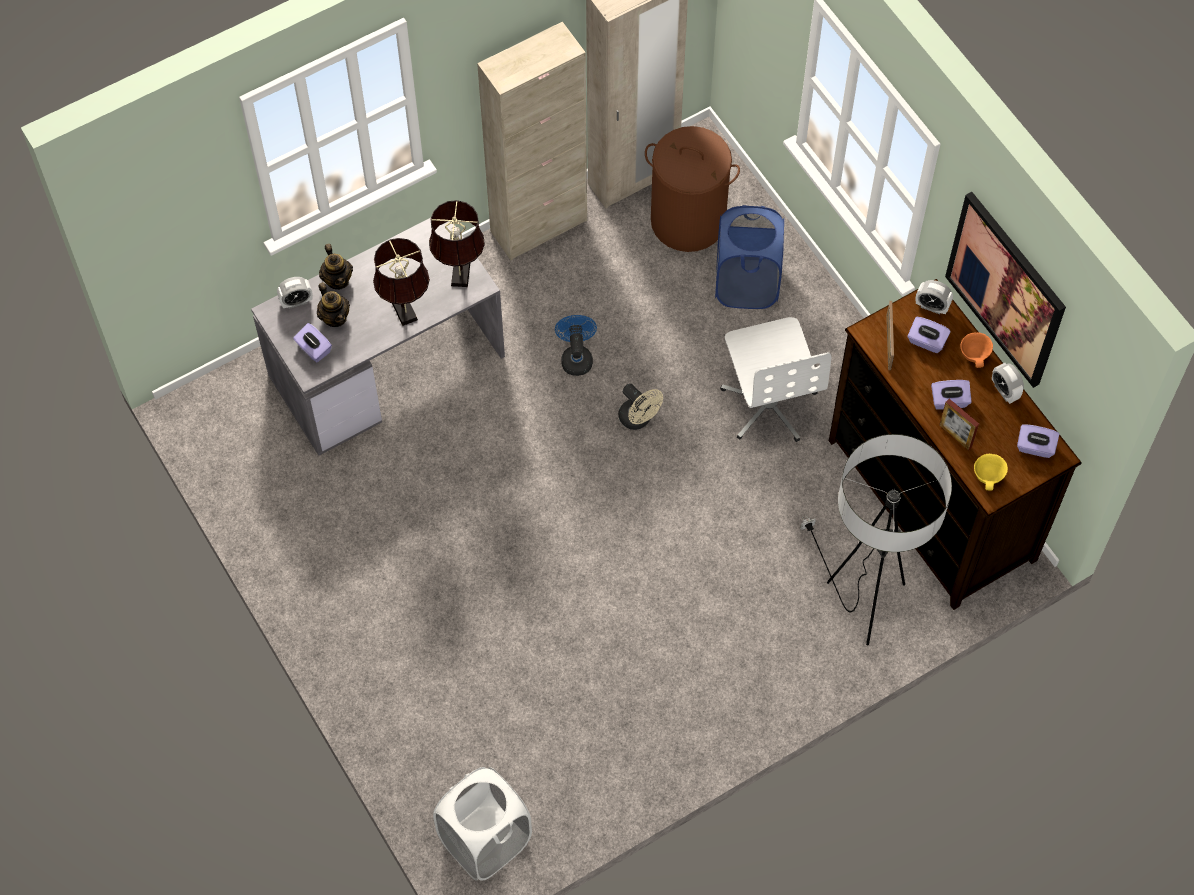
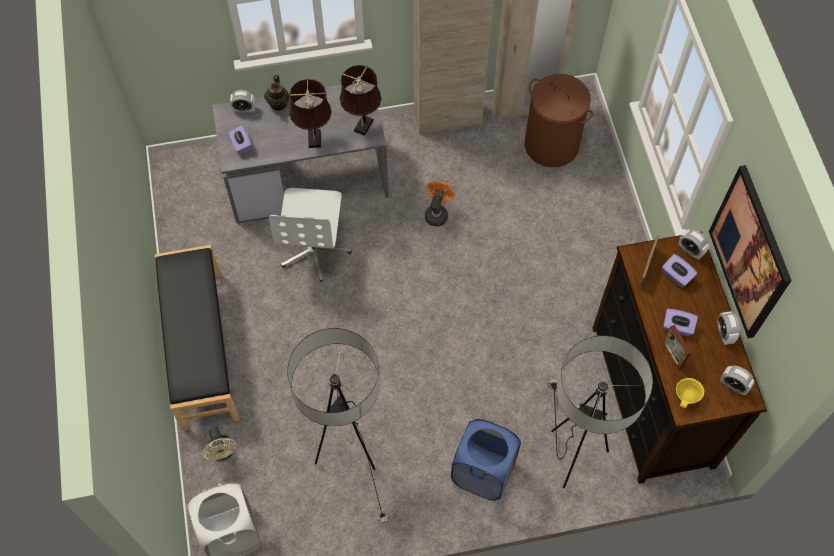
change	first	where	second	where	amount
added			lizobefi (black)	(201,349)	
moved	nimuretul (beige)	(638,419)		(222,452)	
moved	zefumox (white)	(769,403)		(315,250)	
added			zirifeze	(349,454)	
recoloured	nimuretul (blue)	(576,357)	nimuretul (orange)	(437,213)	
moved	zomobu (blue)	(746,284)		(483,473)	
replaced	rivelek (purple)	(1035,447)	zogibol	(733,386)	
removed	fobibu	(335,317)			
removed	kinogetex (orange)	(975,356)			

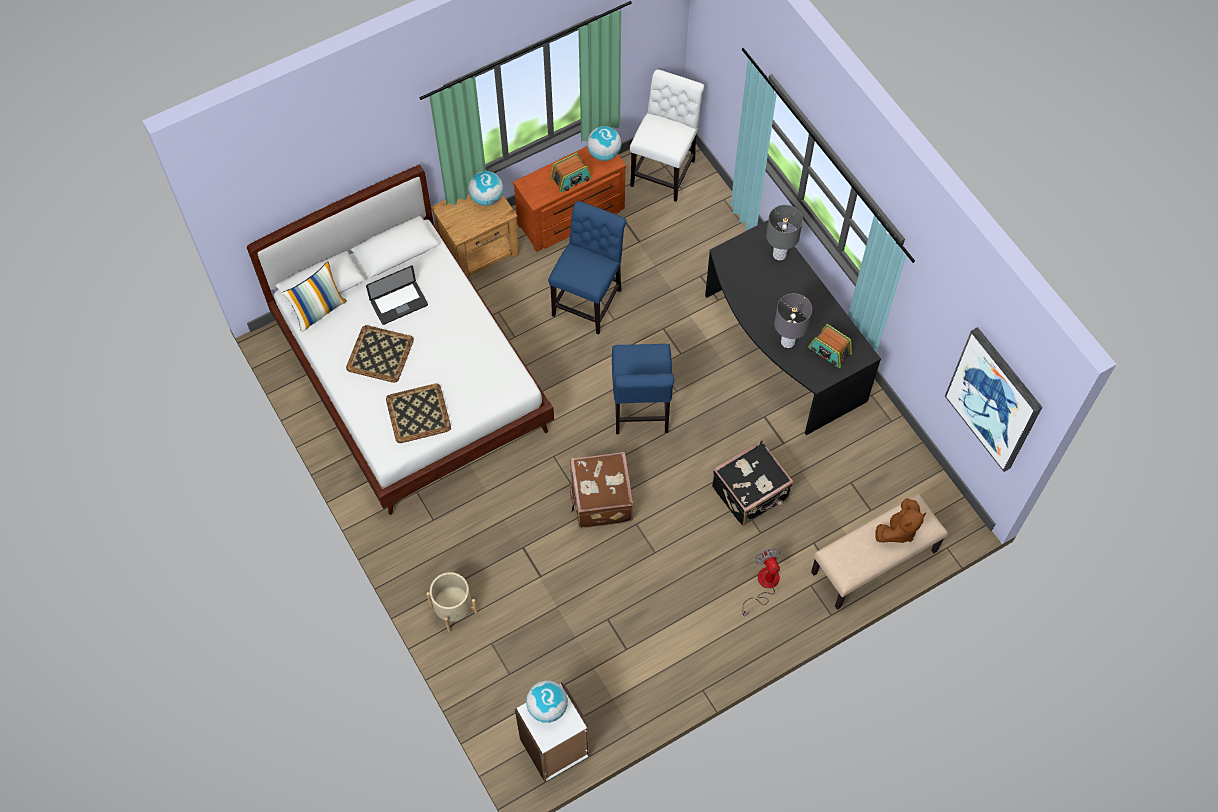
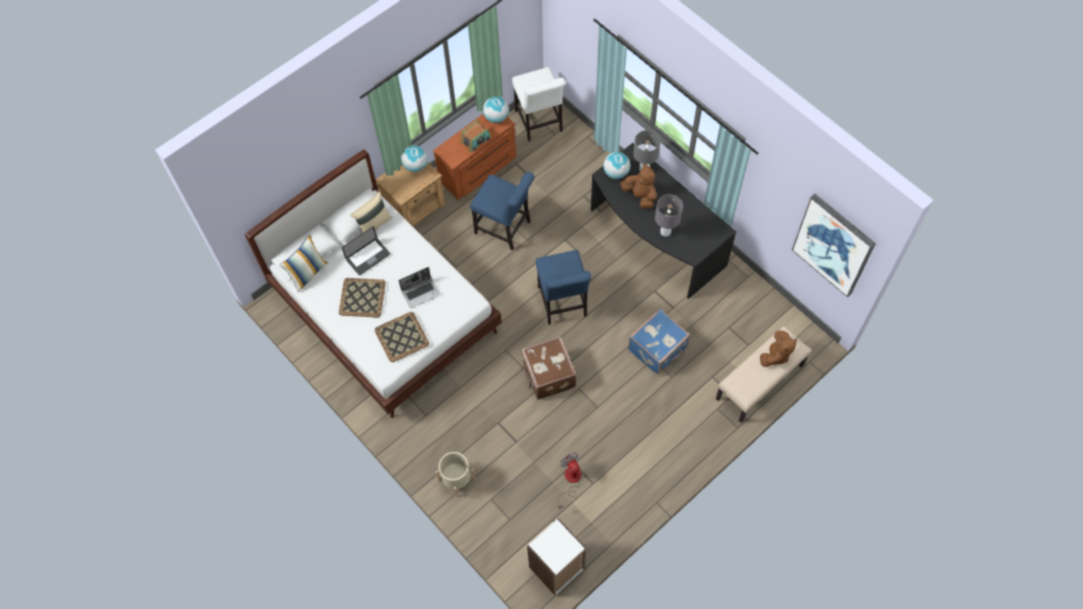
change	first	where	second	where	amount
added			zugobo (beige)	(374,225)	
added			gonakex	(421,292)	
turned	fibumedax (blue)	(589,300)		(505,229)	105 degrees clockwise
turned	fibumedax (white)	(665,170)		(539,123)	150 degrees clockwise
moved	nimuretul	(764,585)		(570,480)	
moved	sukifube	(547,707)		(616,173)	
added			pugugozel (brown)	(640,196)	
recoloured	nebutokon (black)	(751,493)	nebutokon (blue)	(658,349)	
removed	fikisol	(829,351)			

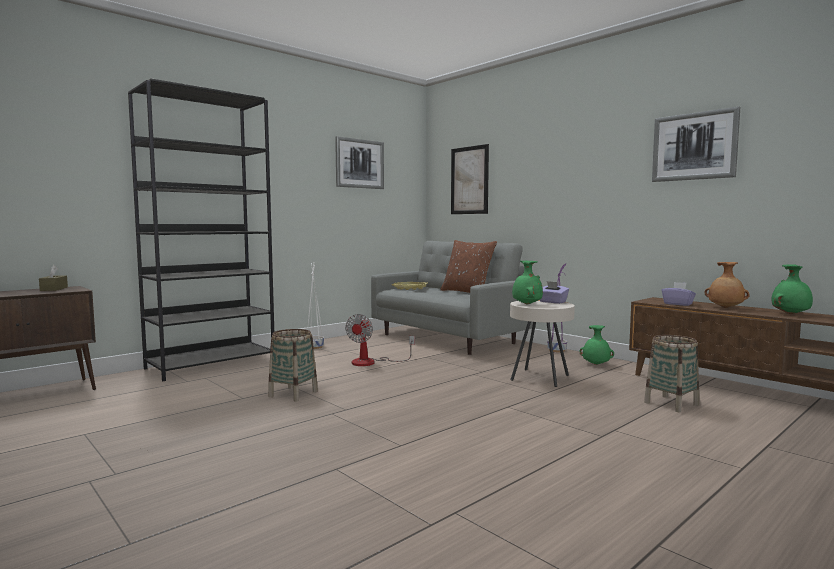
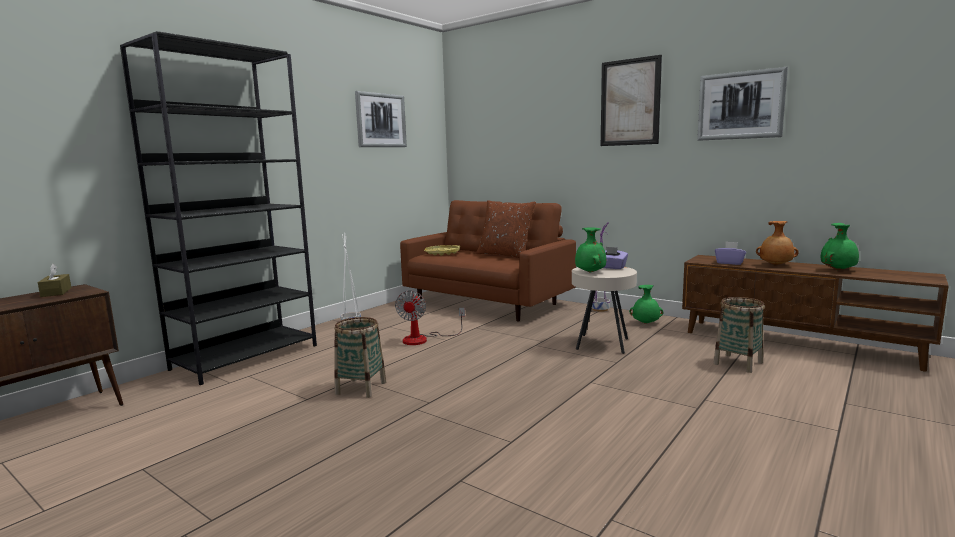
change	first	where	second	where	amount
recoloured	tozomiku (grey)	(449,339)	tozomiku (brown)	(487,303)	
moved	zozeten	(469,180)		(630,102)	

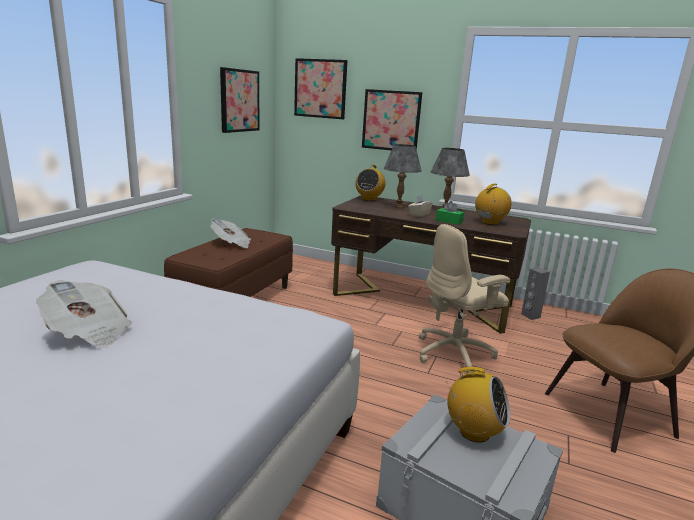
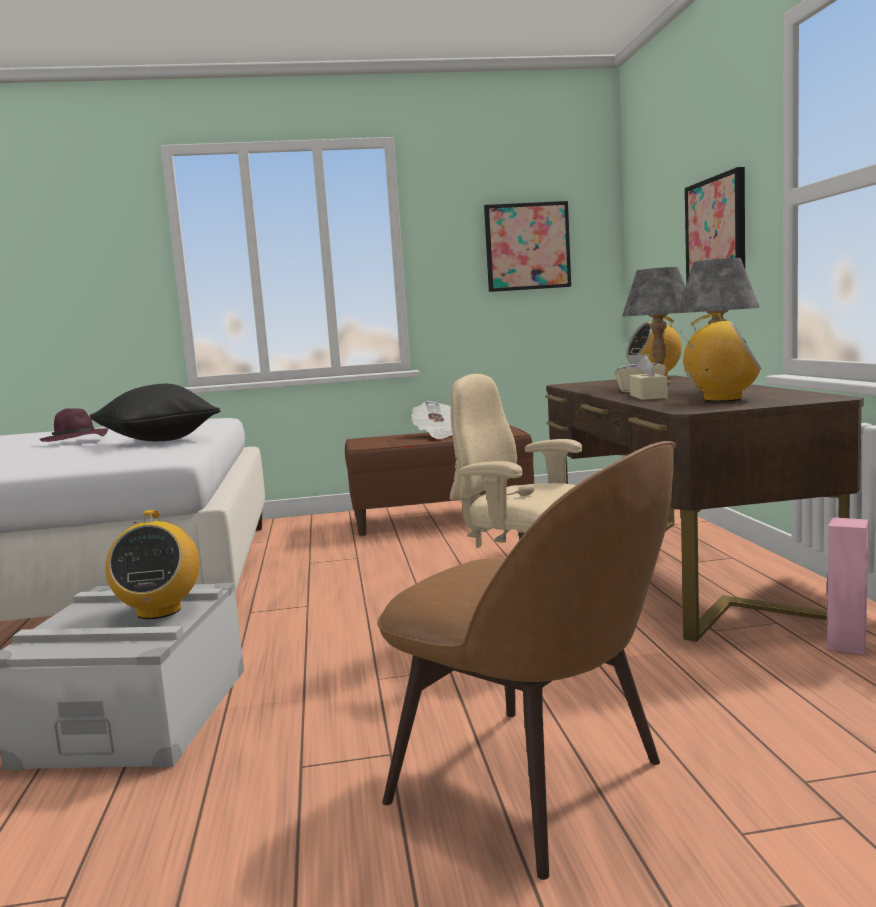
change	first	where	second	where	amount
replaced	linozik	(88,332)	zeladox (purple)	(75,440)	
added			zugobo (black)	(157,441)	
recoloured	rivelek (green)	(449,221)	rivelek (beige)	(648,396)	
recoloured	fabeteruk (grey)	(530,316)	fabeteruk (pink)	(846,645)	
removed	zozeten	(320,88)			

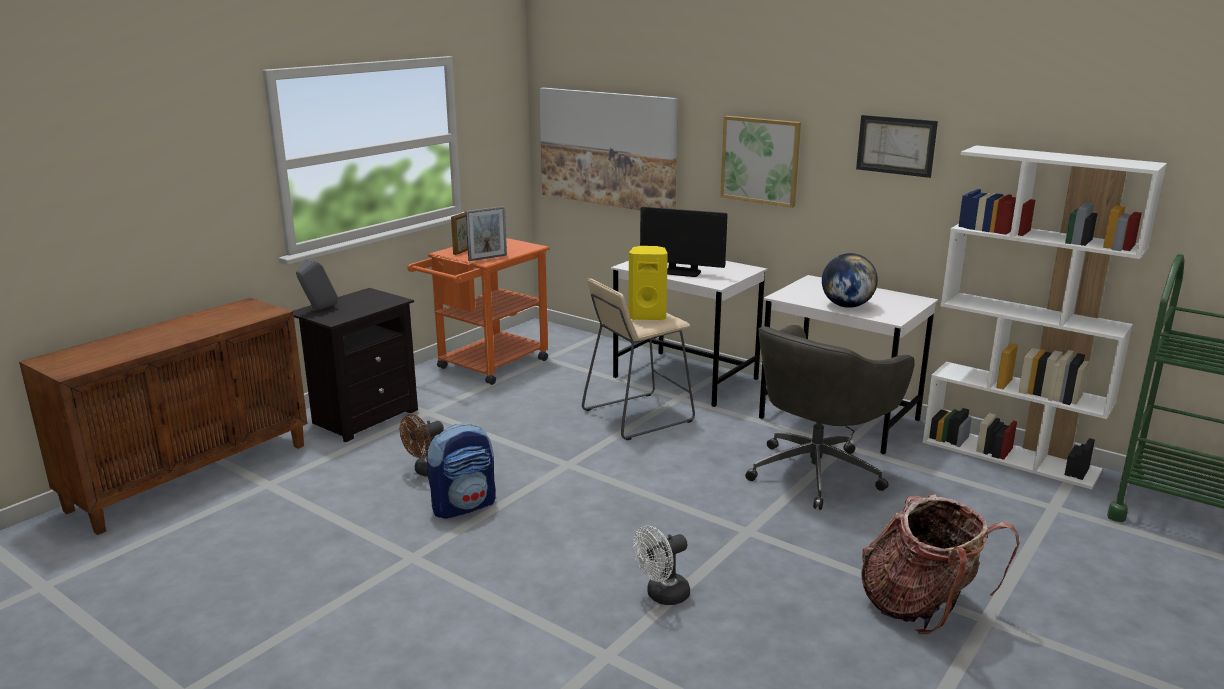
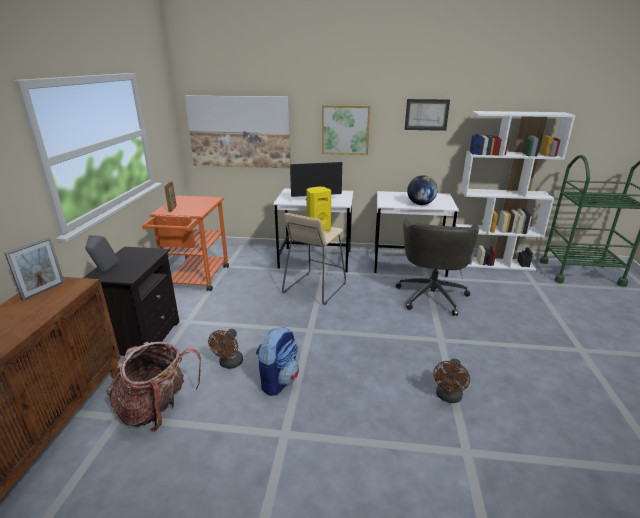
change	first	where	second	where	amount
moved	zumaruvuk	(487,258)		(44,291)	
moved	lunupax	(922,607)		(157,409)	
recoloured	nimuretul (white)	(662,596)	nimuretul (brown)	(448,397)	

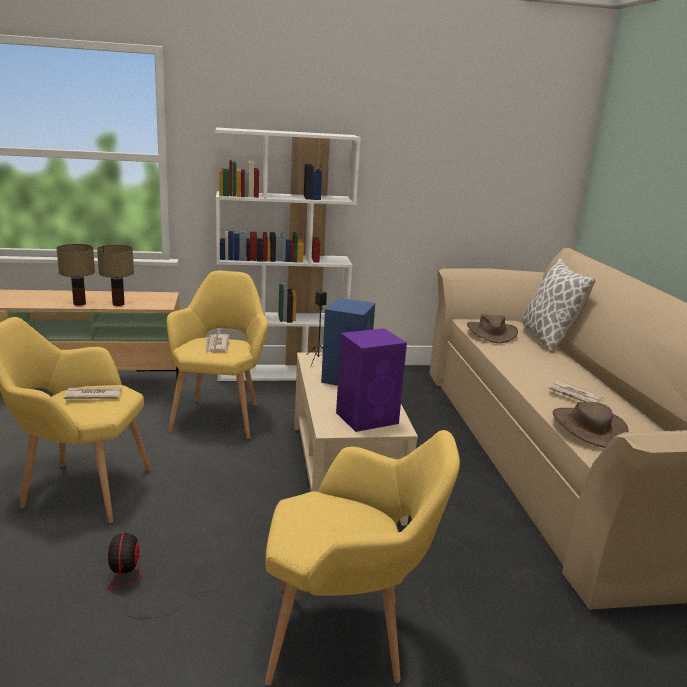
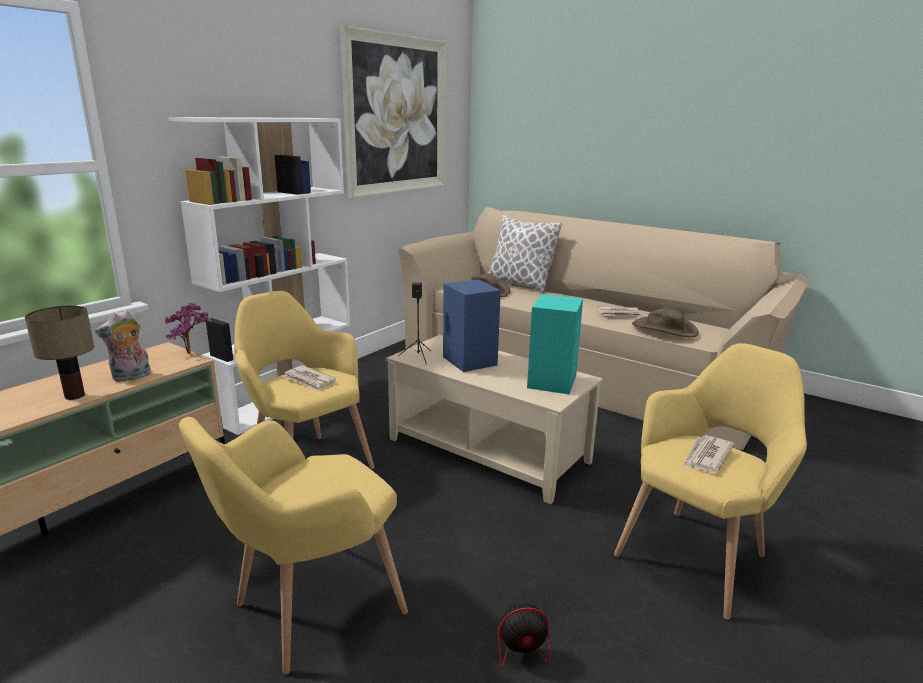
change	first	where	second	where	amount
replaced	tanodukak	(119,304)	pugugozel	(131,377)	
added			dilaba	(192,354)	
added			zozeten	(397,116)	
turned	nimuretul	(139,586)		(534,638)	45 degrees counterclockwise
recoloured	fabeteruk (purple)	(368,418)	fabeteruk (turquoise)	(552,381)	
moved	linozik	(93,395)		(706,457)	

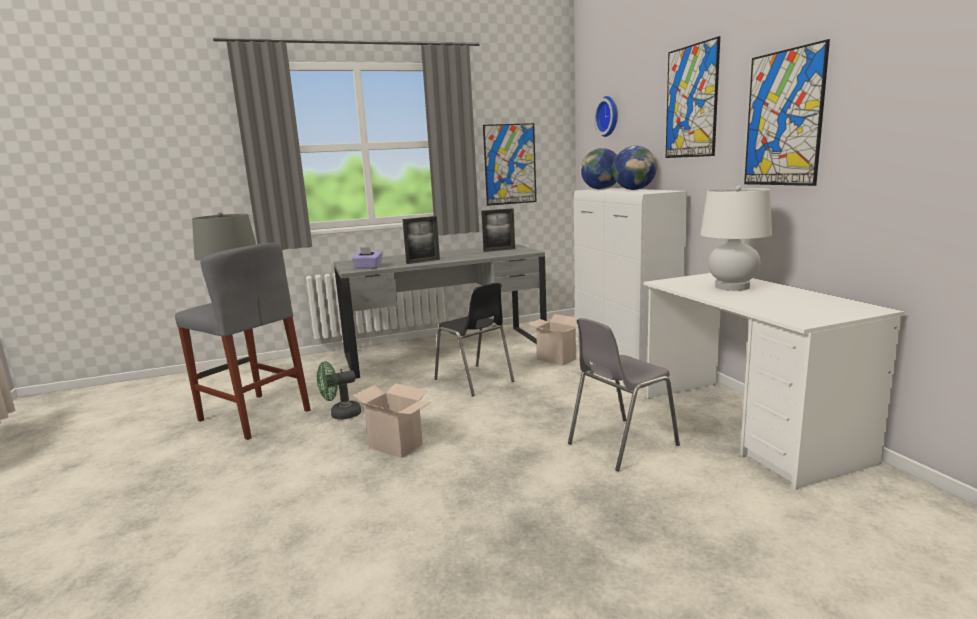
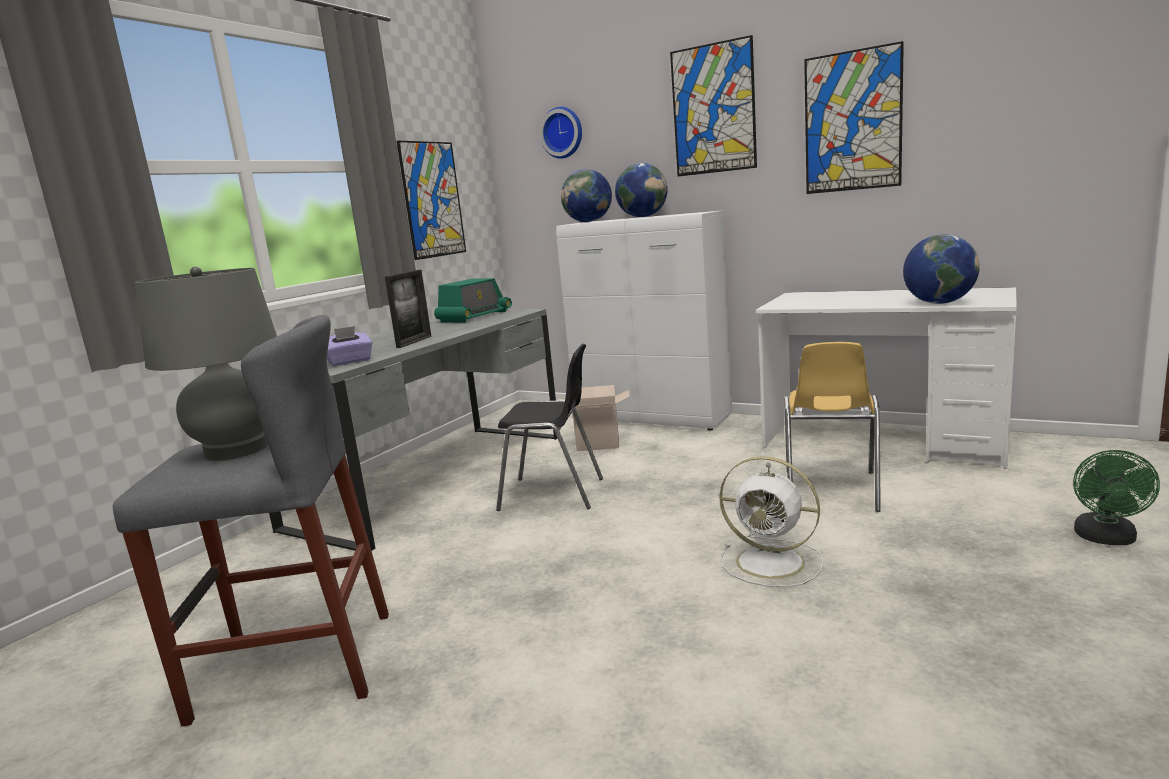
change	first	where	second	where	amount
replaced	zumaruvuk	(499,250)	fikisol	(474,317)	
added			nimuretul (white)	(773,562)	
recoloured	fibumedax (grey)	(620,444)	fibumedax (yellow)	(830,491)	
added			sukifube	(939,303)	
moved	nimuretul (green)	(340,415)		(1106,539)	
removed	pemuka	(398,445)			
removed	tanodukak (white)	(732,287)			

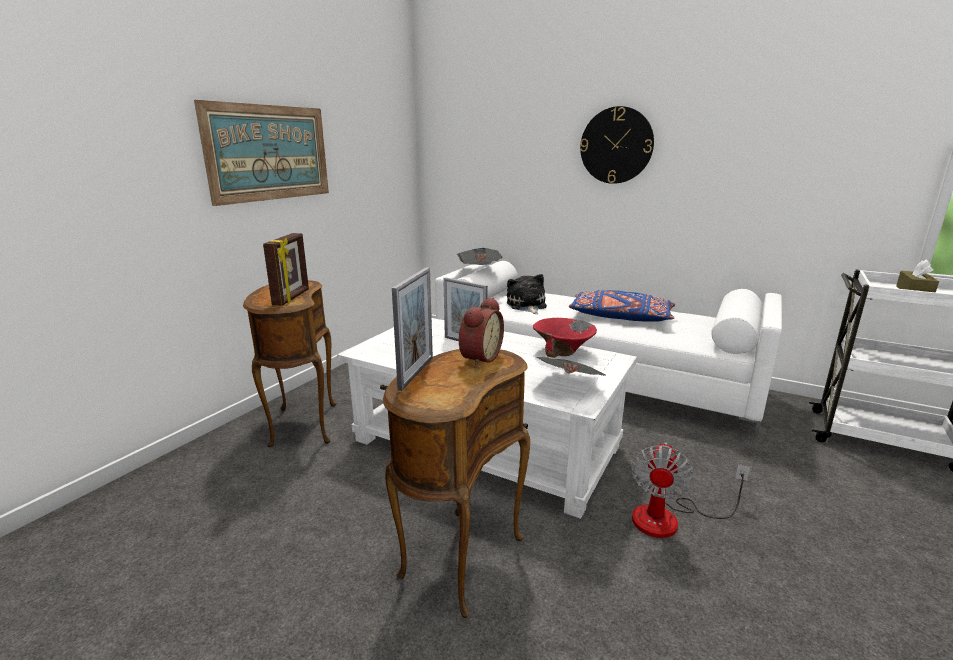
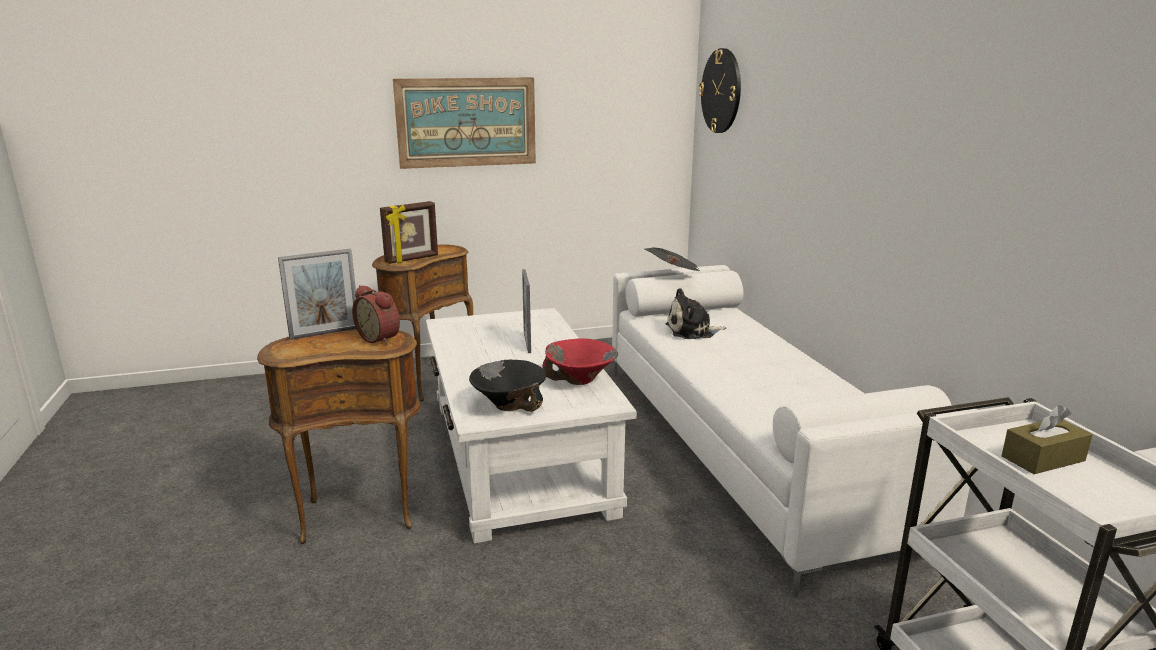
change	first	where	second	where	amount
turned	zogibol	(478,358)		(380,338)	60 degrees clockwise
replaced	linozik	(570,385)	kinogetex (black)	(509,405)	
turned	pugugozel	(526,306)		(692,331)	135 degrees counterclockwise
moved	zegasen	(616,145)		(721,91)	
removed	zugobo (blue)	(620,317)			
removed	nimuretul	(669,519)			

